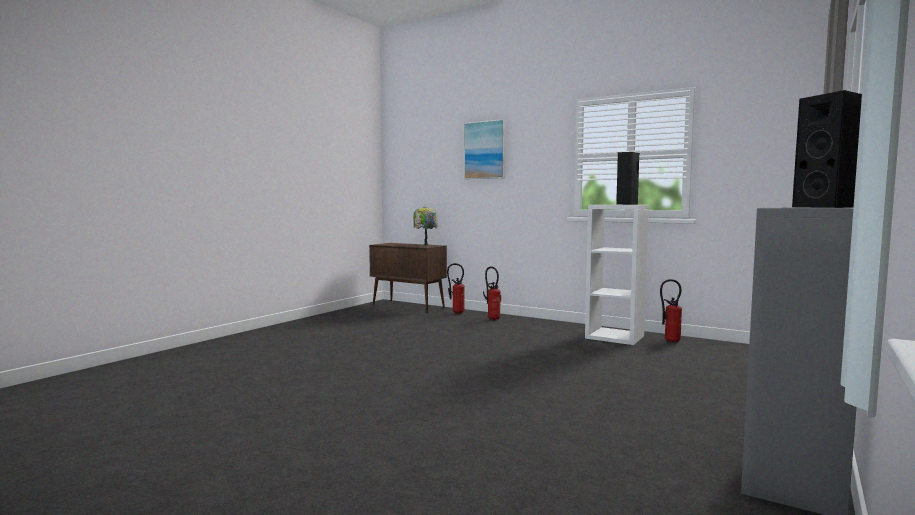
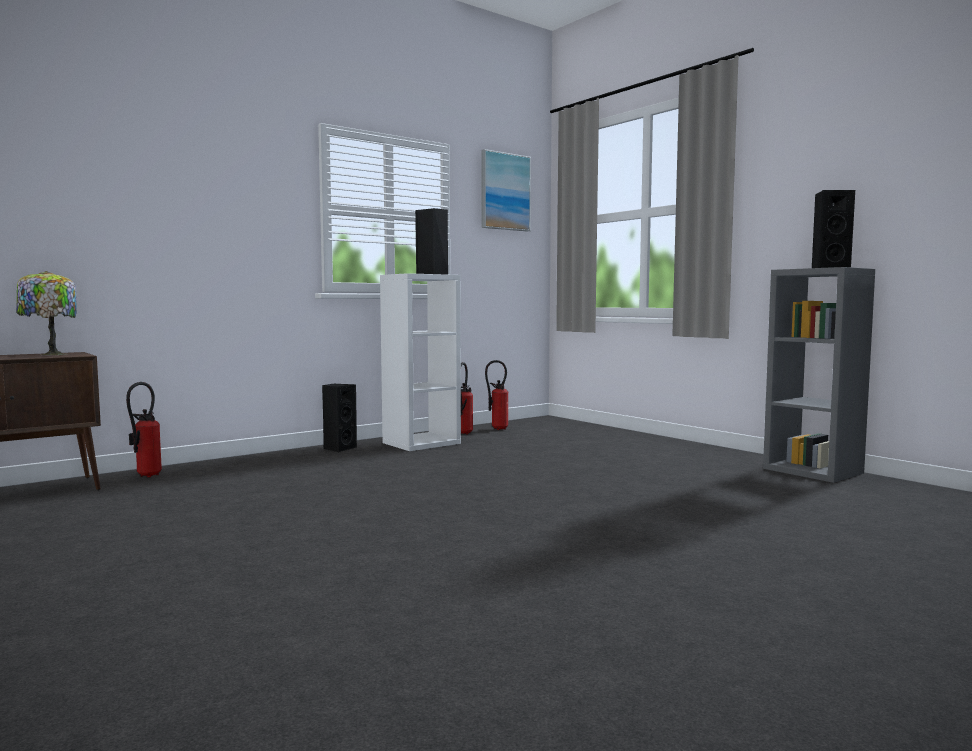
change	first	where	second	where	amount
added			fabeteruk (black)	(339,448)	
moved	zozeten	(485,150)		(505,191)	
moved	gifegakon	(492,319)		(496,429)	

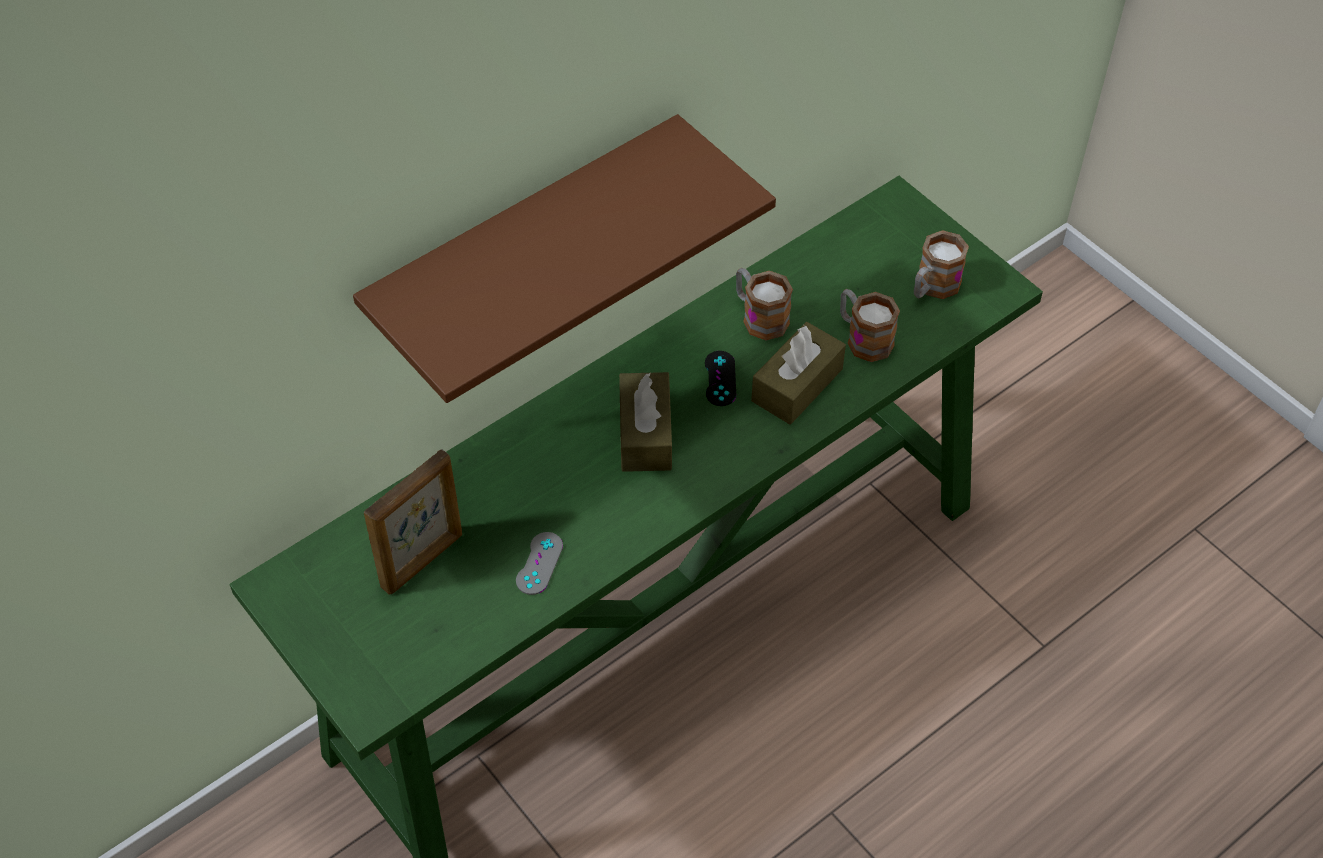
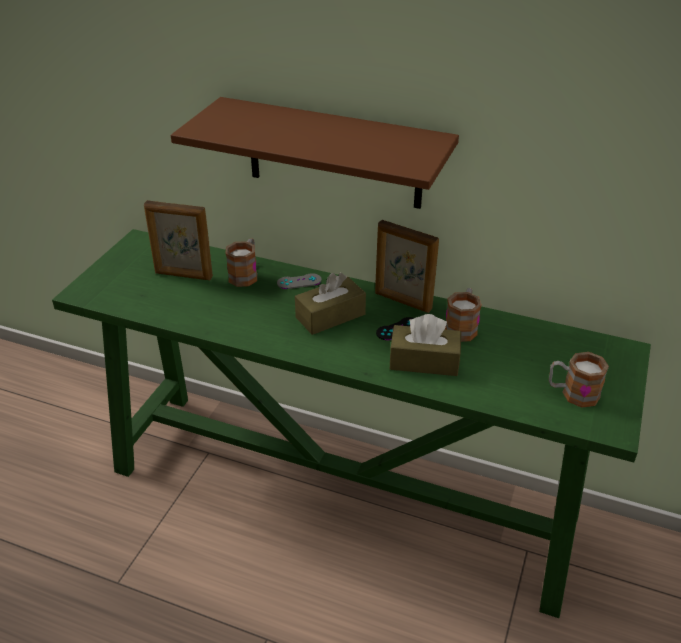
change	first	where	second	where	amount
moved	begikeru	(863,338)		(245,274)	
moved	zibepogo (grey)	(539,563)		(299,281)	
added			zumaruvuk	(402,301)	

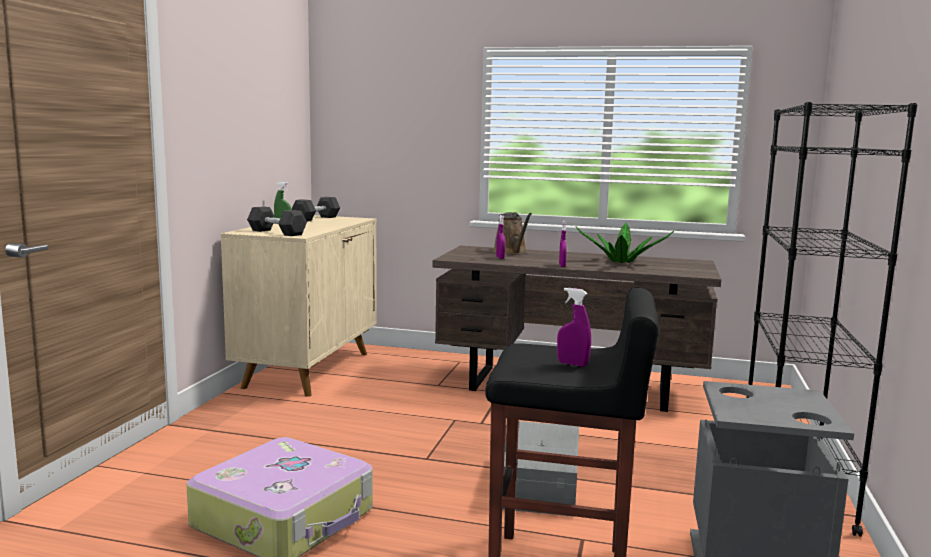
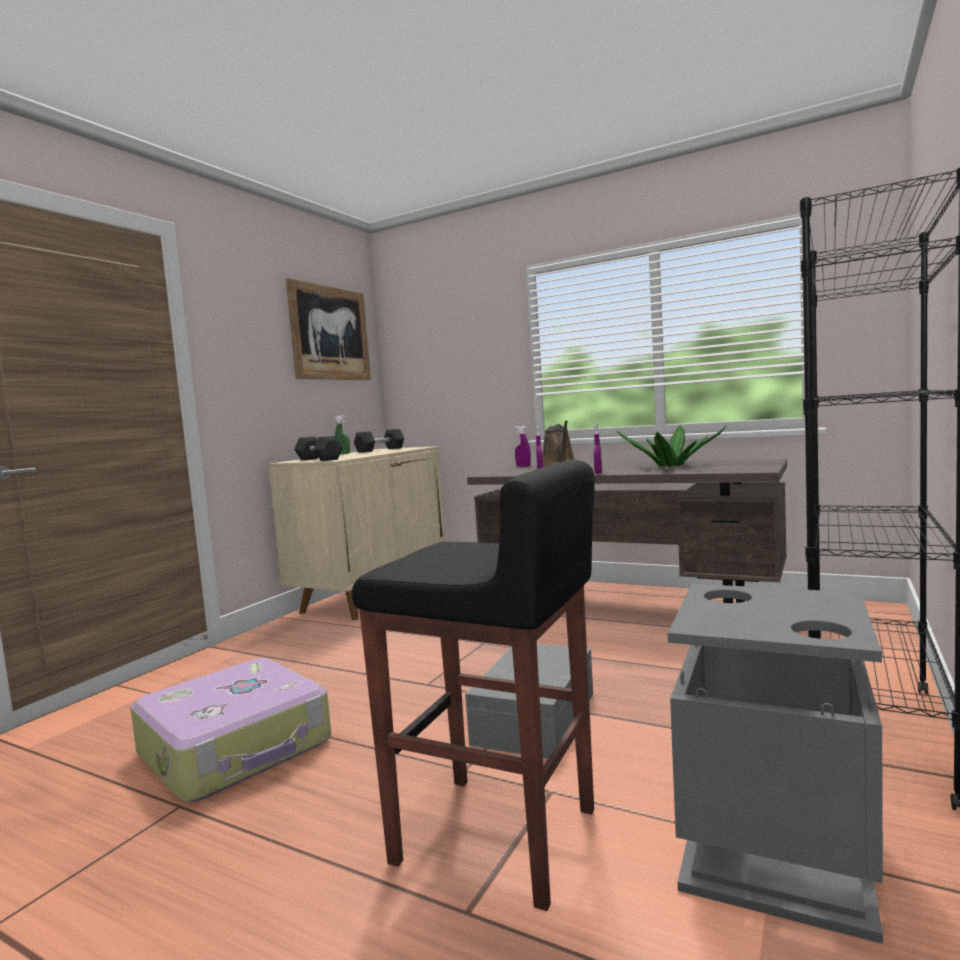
change	first	where	second	where	amount
added			zozeten	(330,333)	
moved	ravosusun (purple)	(572,364)		(523,466)	

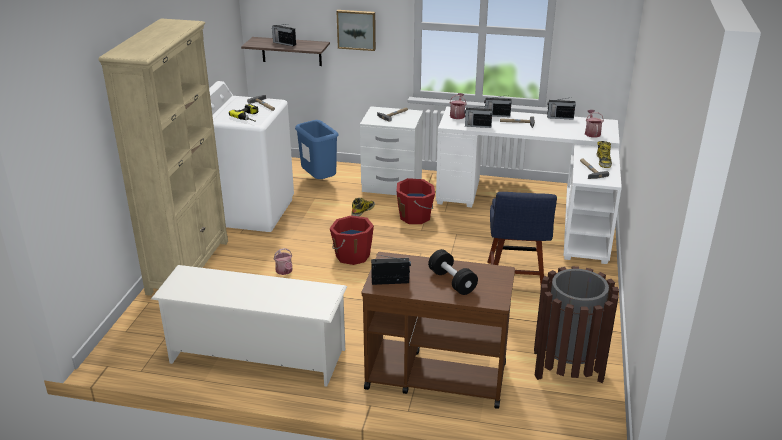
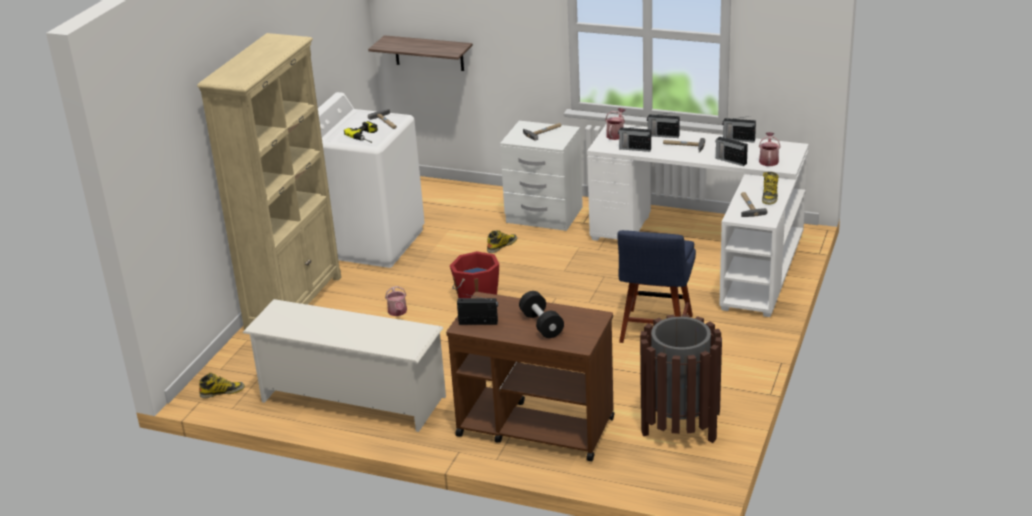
change	first	where	second	where	amount
added			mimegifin	(222,392)	
moved	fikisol	(284,43)		(730,160)	
removed	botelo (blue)	(319,181)			
removed	zozeten	(356,29)			
removed	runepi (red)	(415,216)			

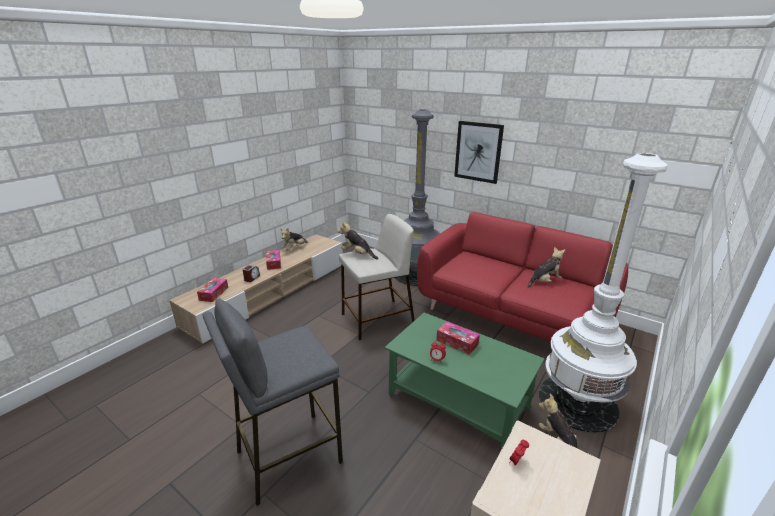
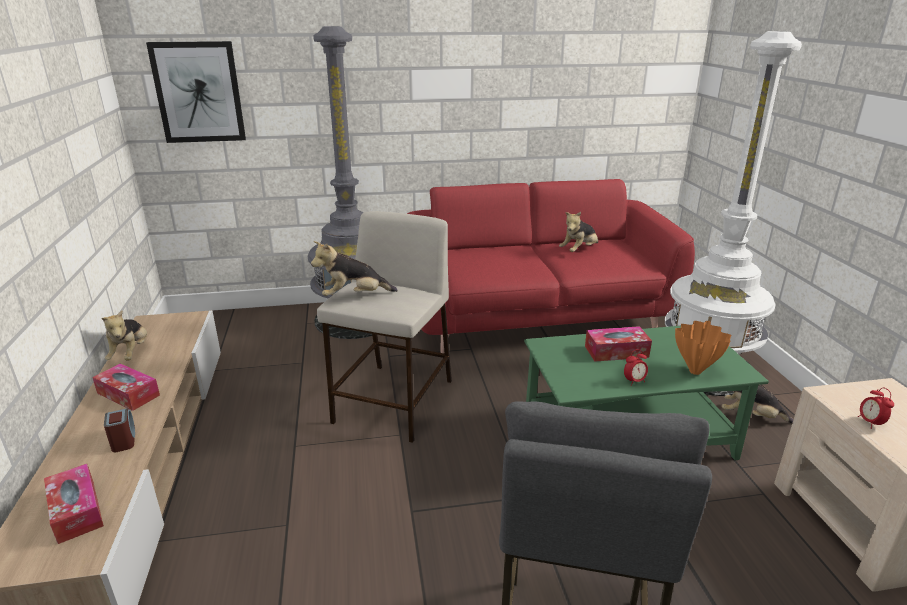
change	first	where	second	where	amount
moved	zozeten	(478,152)		(198,92)	
turned	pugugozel	(544,282)		(579,250)	150 degrees counterclockwise
added			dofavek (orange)	(695,372)	

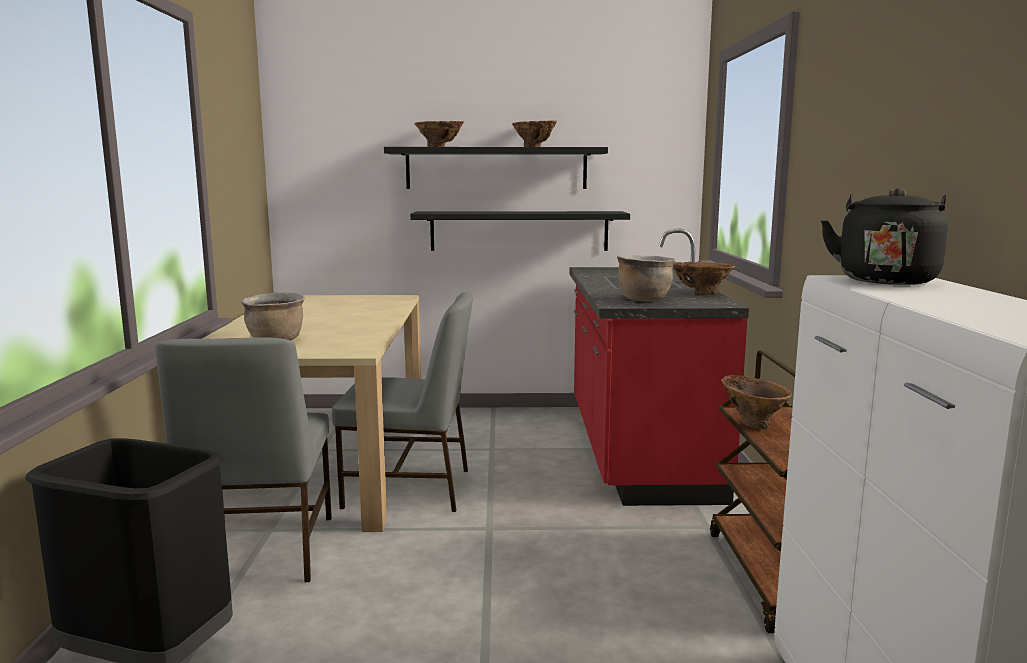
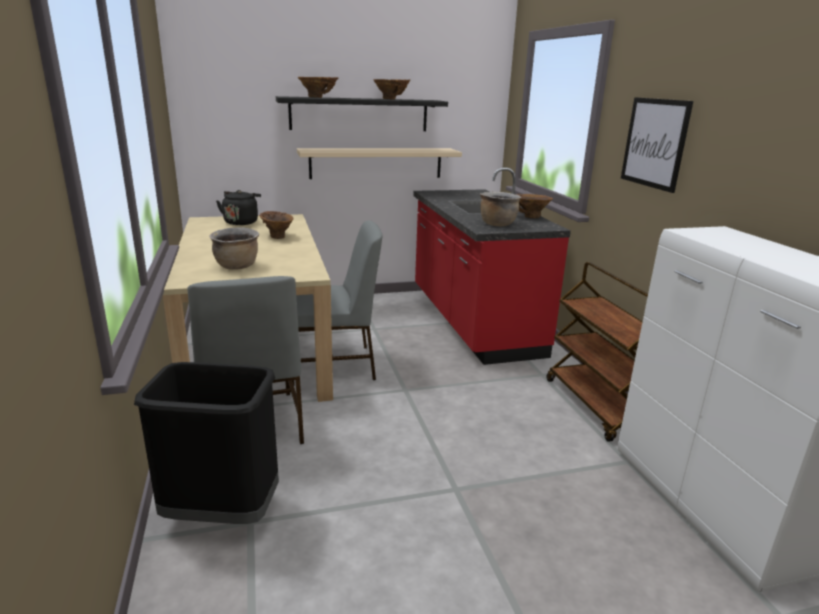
change	first	where	second	where	amount
moved	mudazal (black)	(885,280)		(241,222)	
moved	dofavek (brown)	(752,422)		(277,236)	
recoloured	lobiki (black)	(519,231)	lobiki (beige)	(376,163)	
added			zozeten	(654,143)	

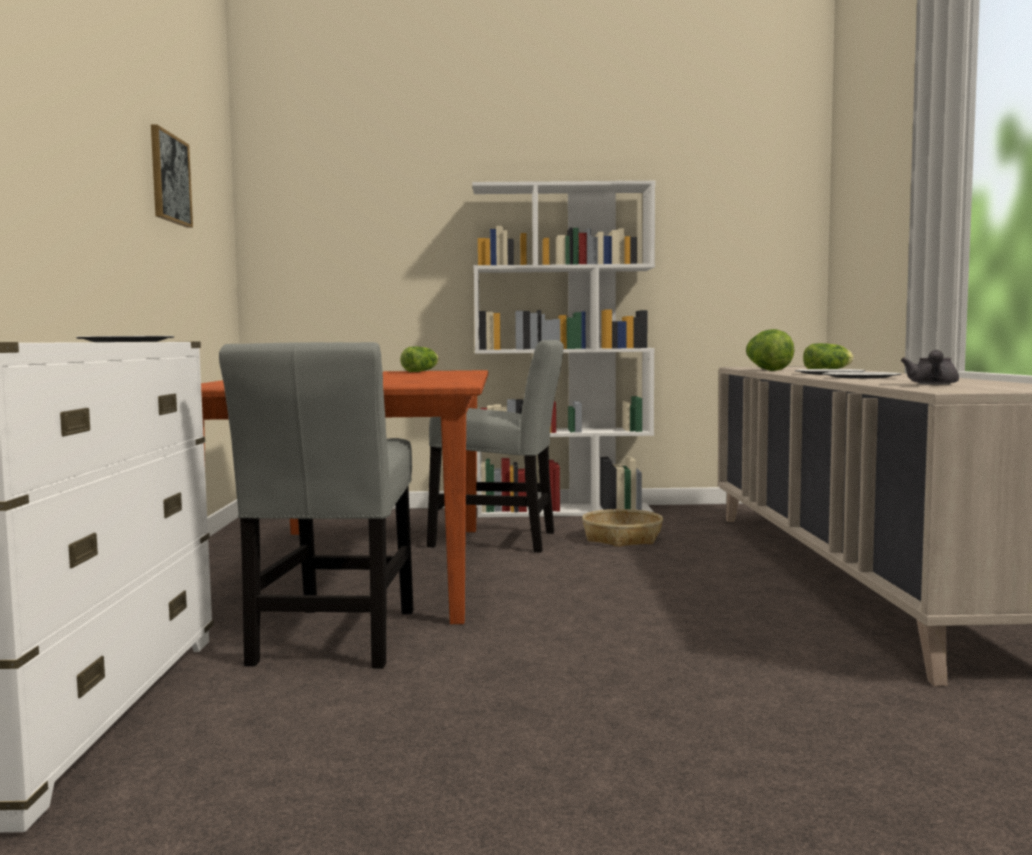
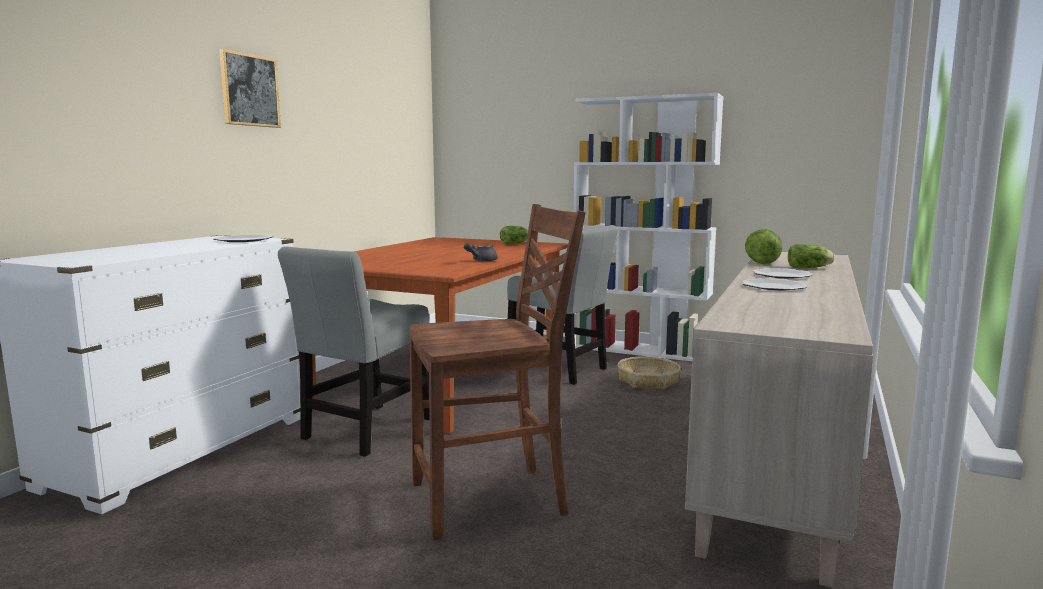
change	first	where	second	where	amount
moved	zozeten	(169,178)		(249,90)	
added			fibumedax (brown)	(491,500)	
moved	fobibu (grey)	(932,384)		(481,261)	

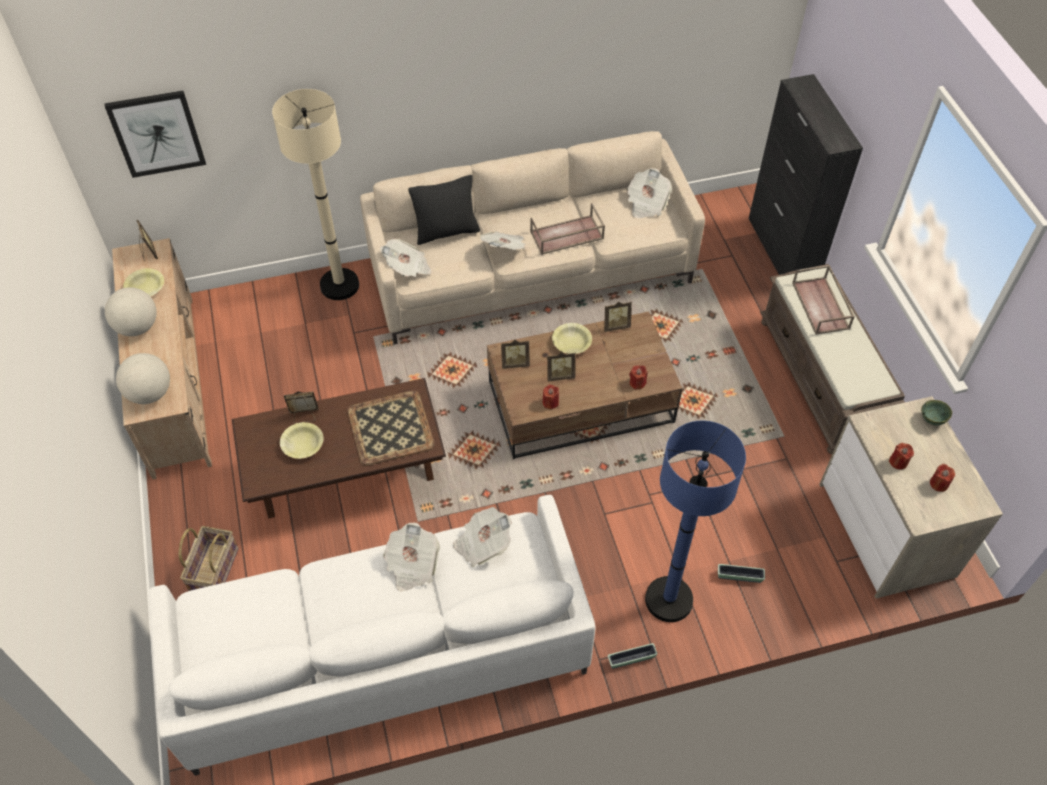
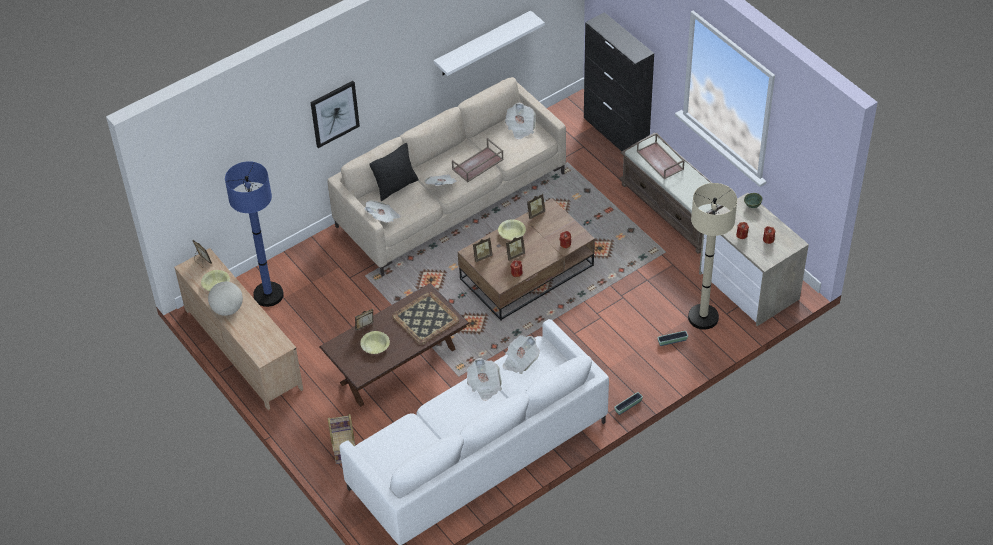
change	first	where	second	where	amount
moved	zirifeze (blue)	(669,600)		(268,295)	
moved	zozeten	(157,133)		(334,113)	
added			lobiki (white)	(483,44)	
moved	zirifeze (beige)	(339,285)		(703,317)	
removed	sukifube	(150,393)			

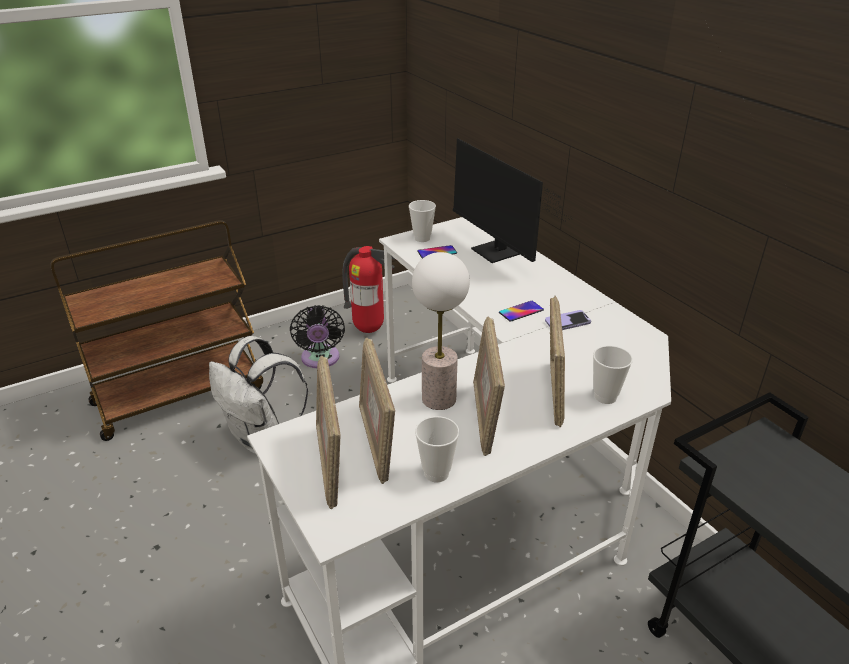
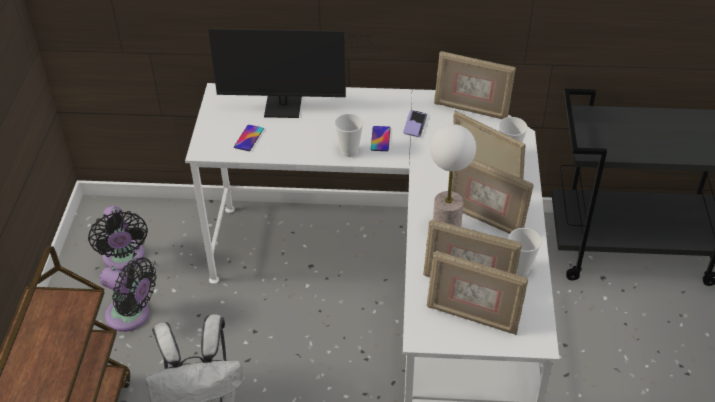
change	first	where	second	where	amount
replaced	gifegakon	(369,329)	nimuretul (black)	(124,259)	
moved	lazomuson	(422,238)		(349,151)	
added			zumaruvuk	(471,109)	

